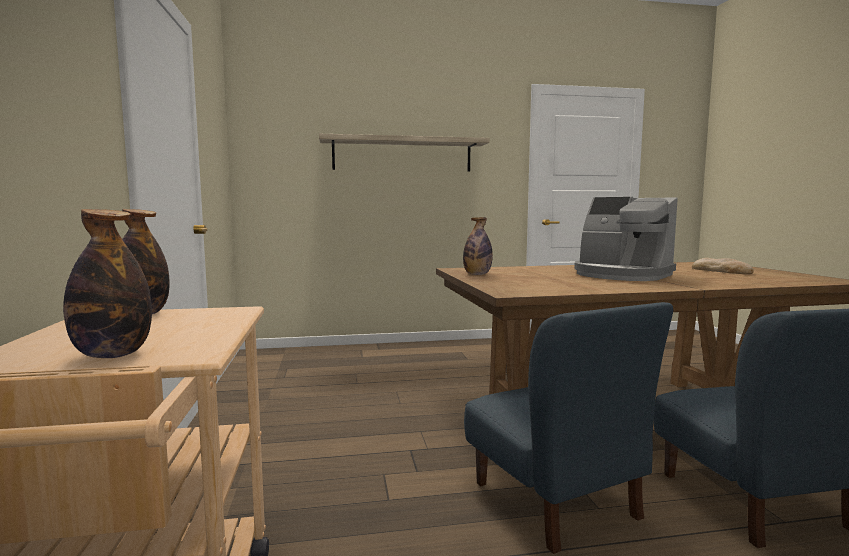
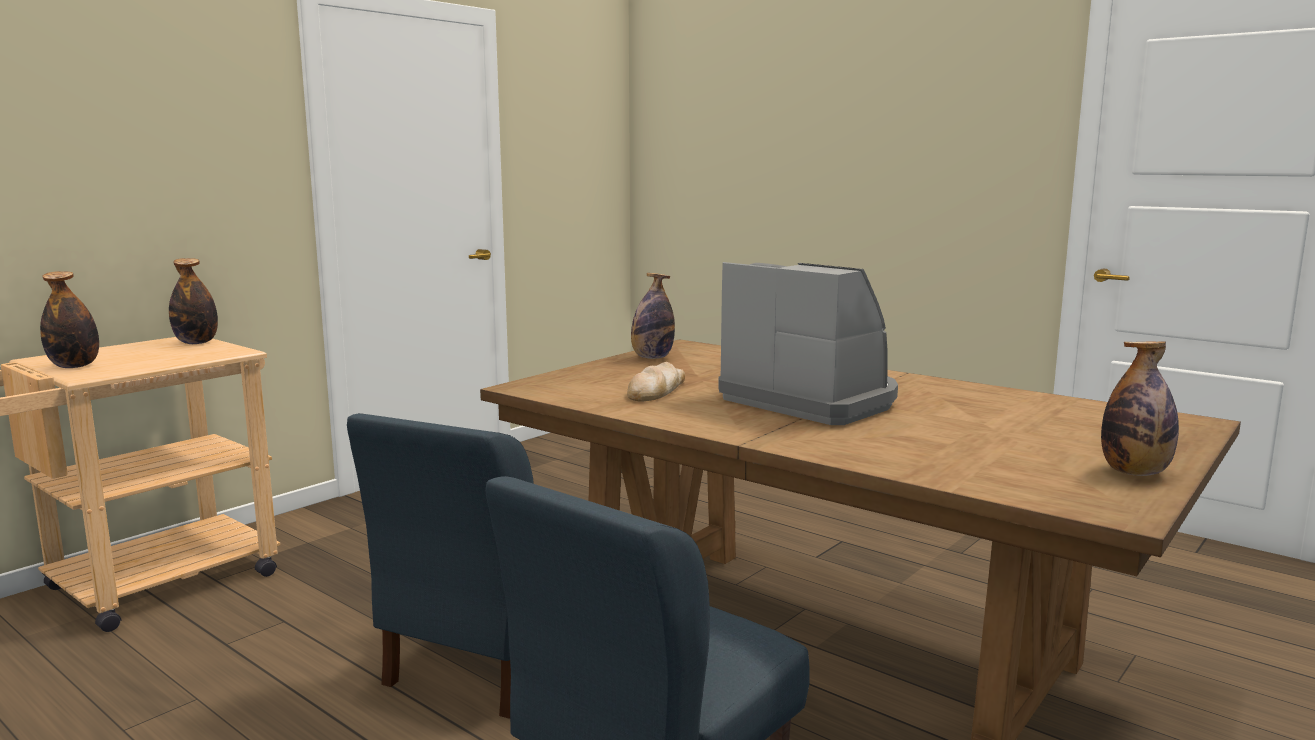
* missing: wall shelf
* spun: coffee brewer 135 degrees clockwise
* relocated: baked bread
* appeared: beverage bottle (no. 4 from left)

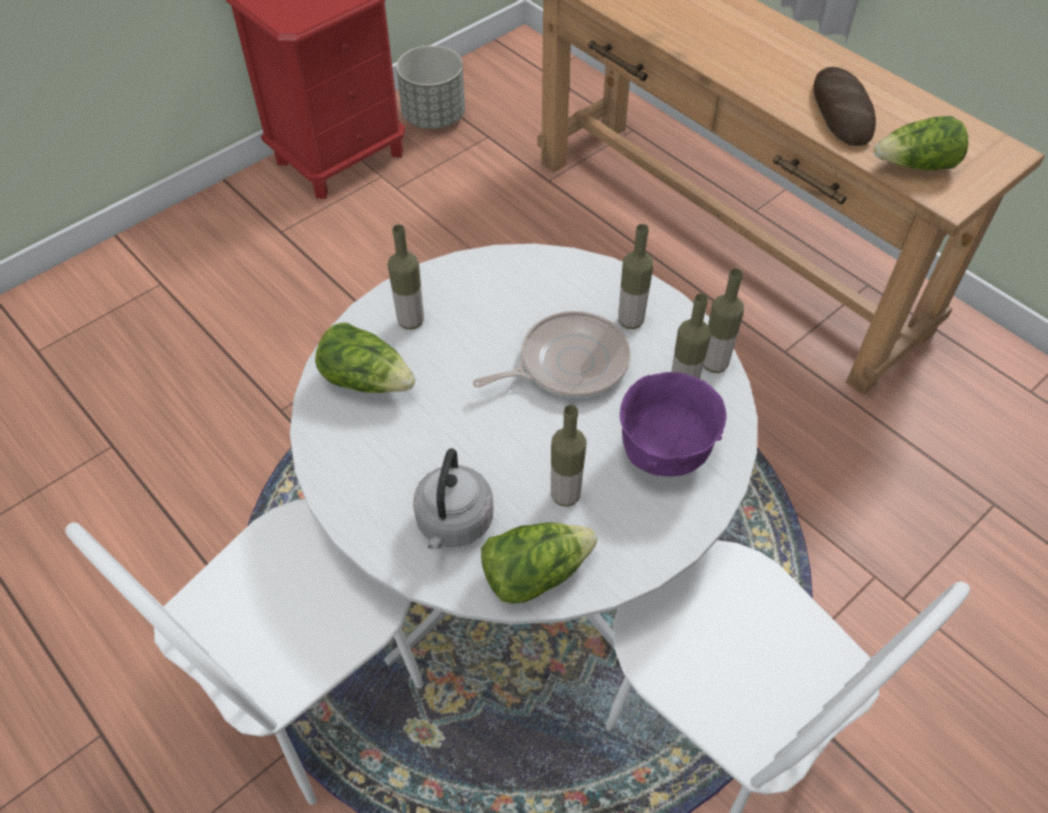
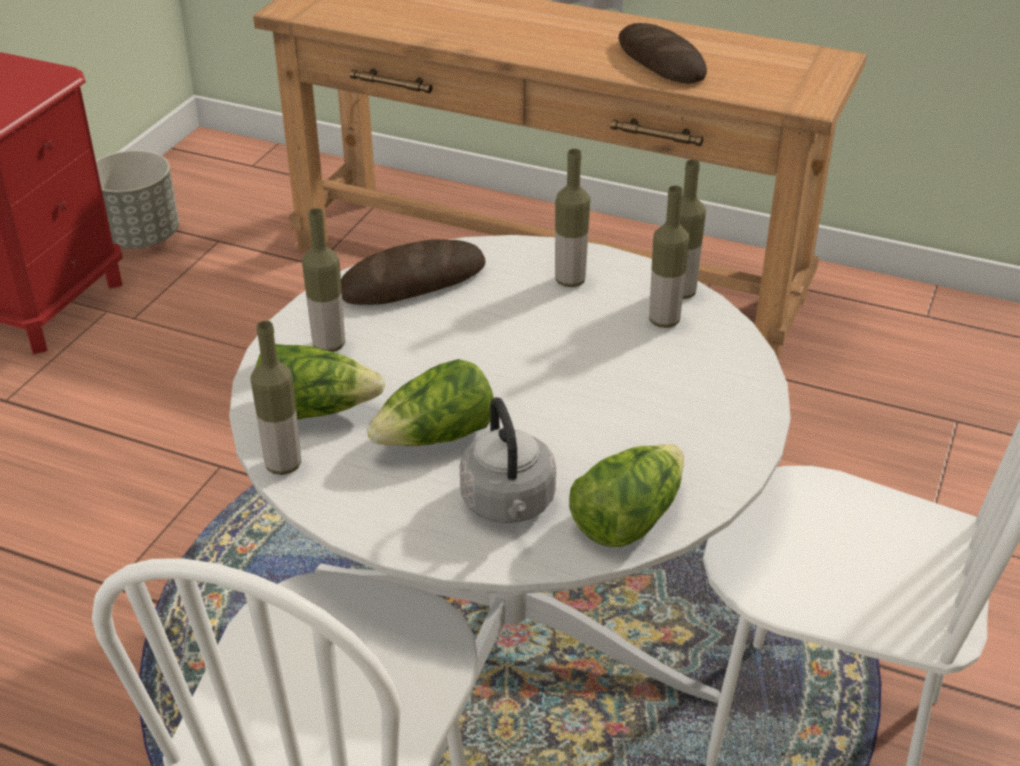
* missing: skillet
* relocated: beverage bottle (no. 2 from left in the first image) to beverage bottle (no. 1 from left)
* missing: serving bowl (purple)
* relocated: lettuce (no. 3 from left in the first image) to lettuce (no. 2 from left)
* appeared: baked bread (no. 1 from left)

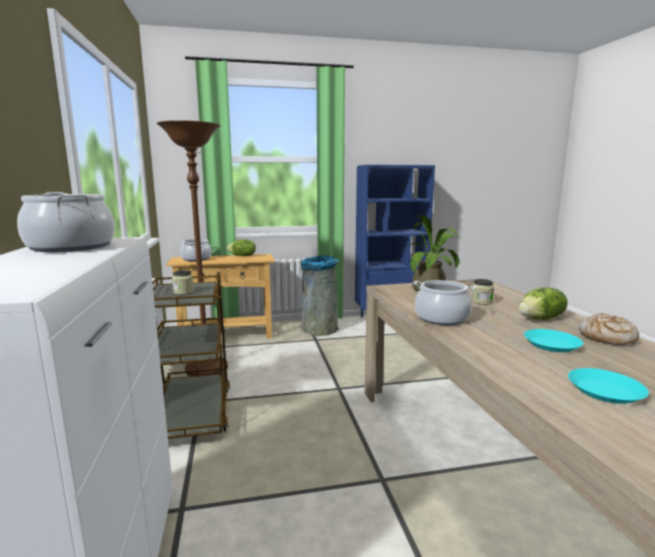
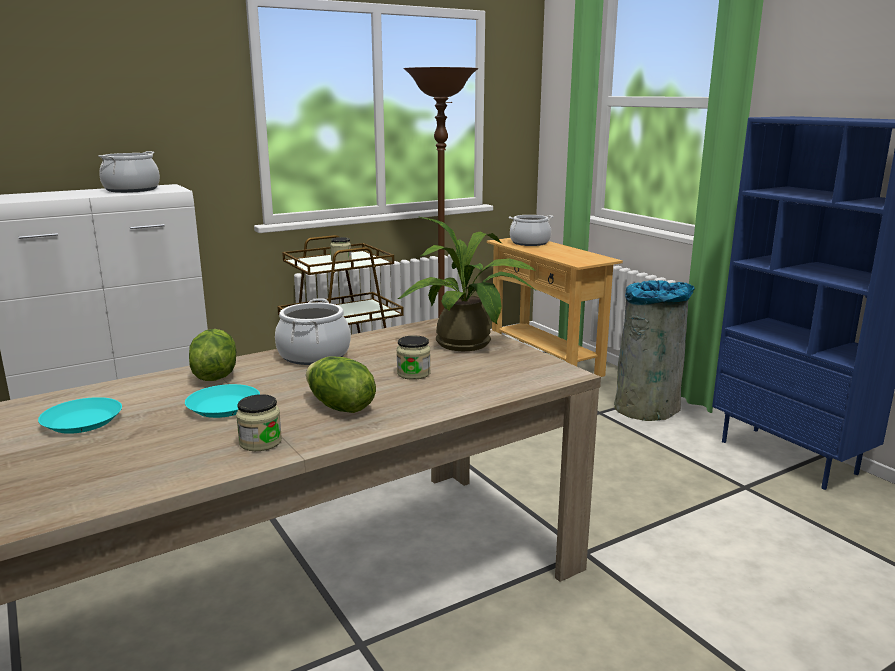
* relocated: lettuce (no. 1 from left)
* exchanged: baked bread to storage jar (no. 1 from left)

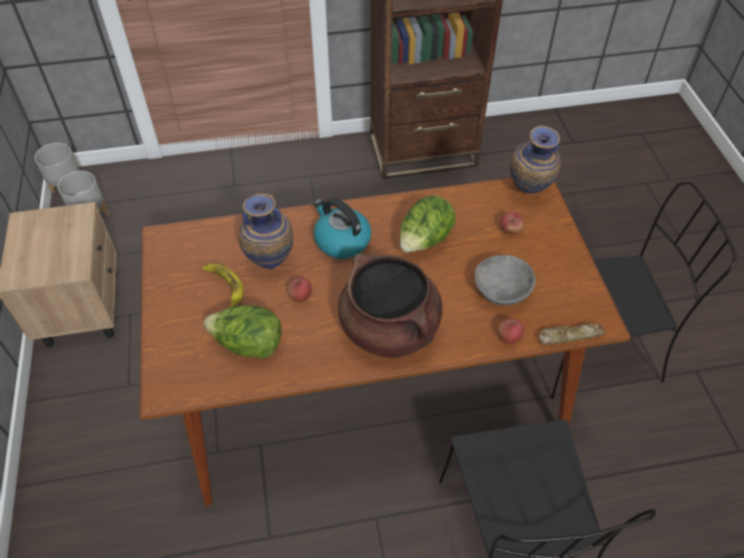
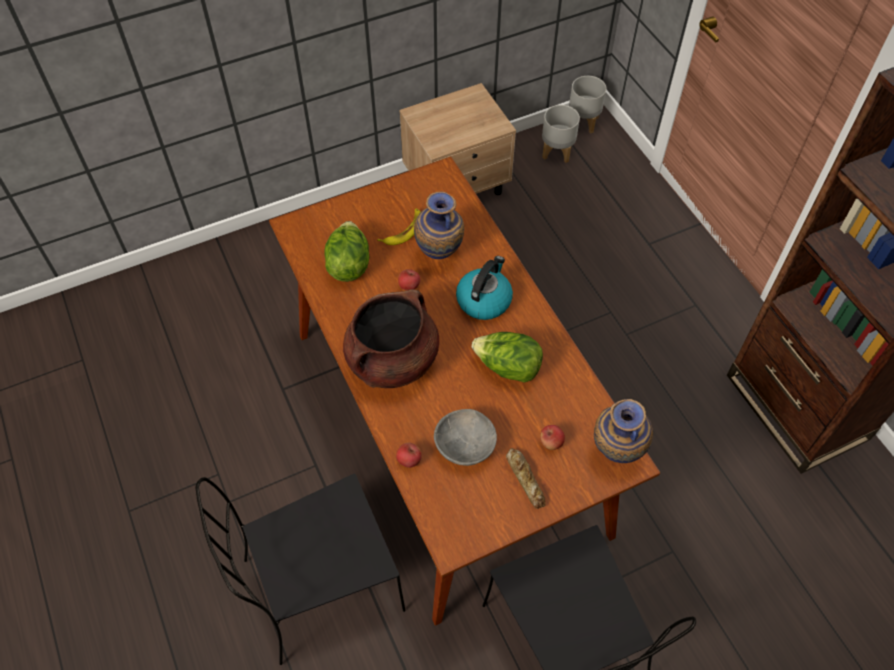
* relocated: baked bread

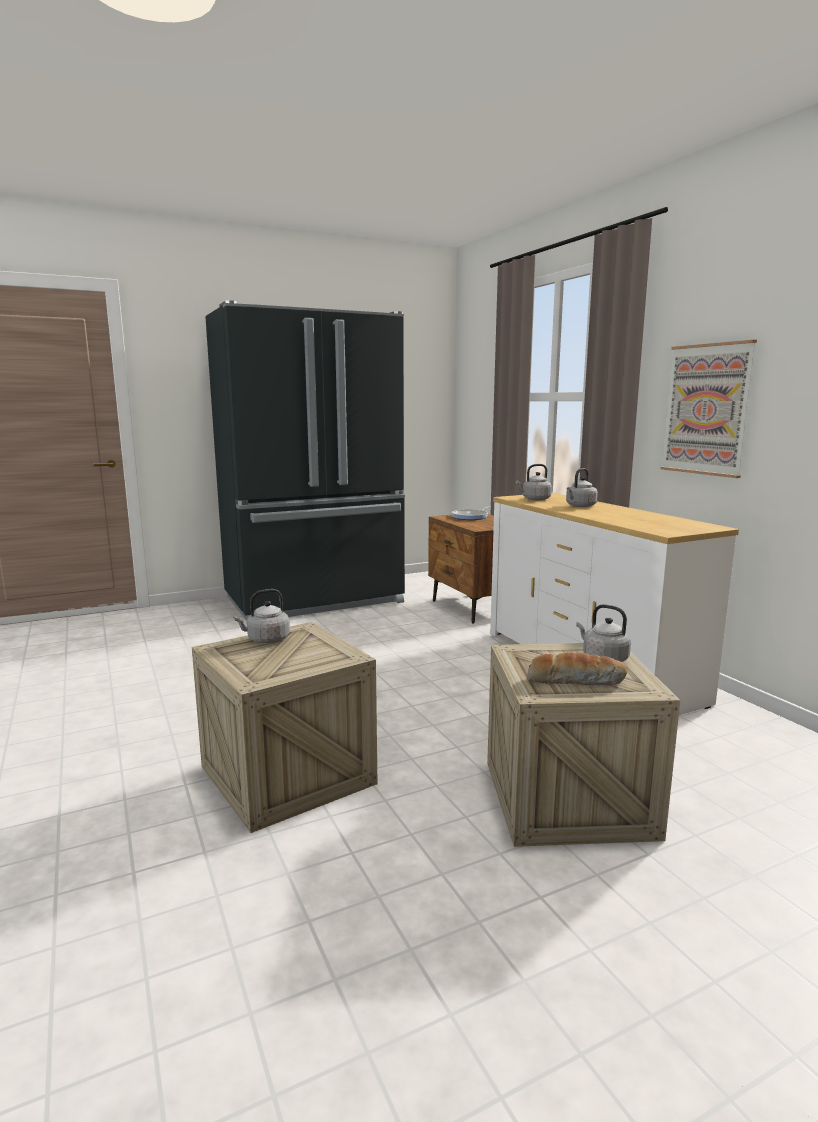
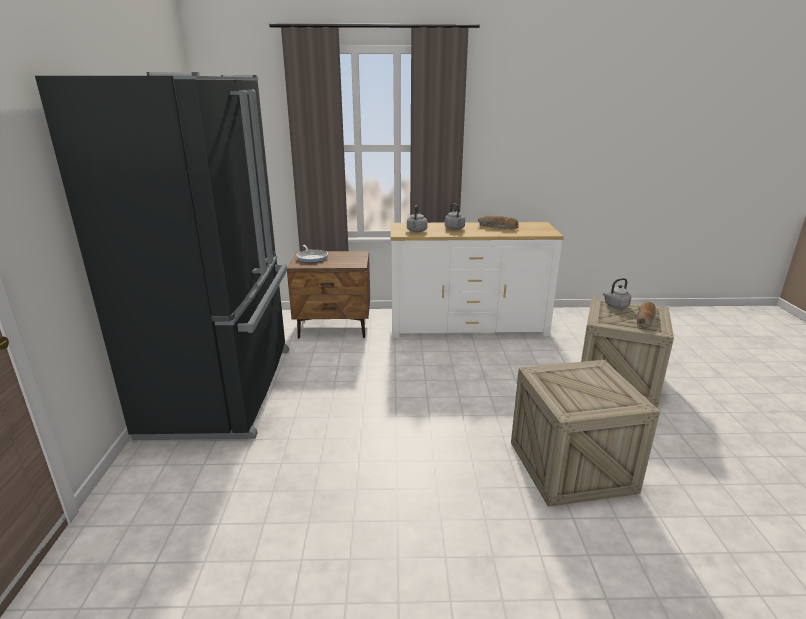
* missing: kettle (greyish) (no. 1 from left)
* missing: wall art
* appeared: baked bread (no. 1 from left)

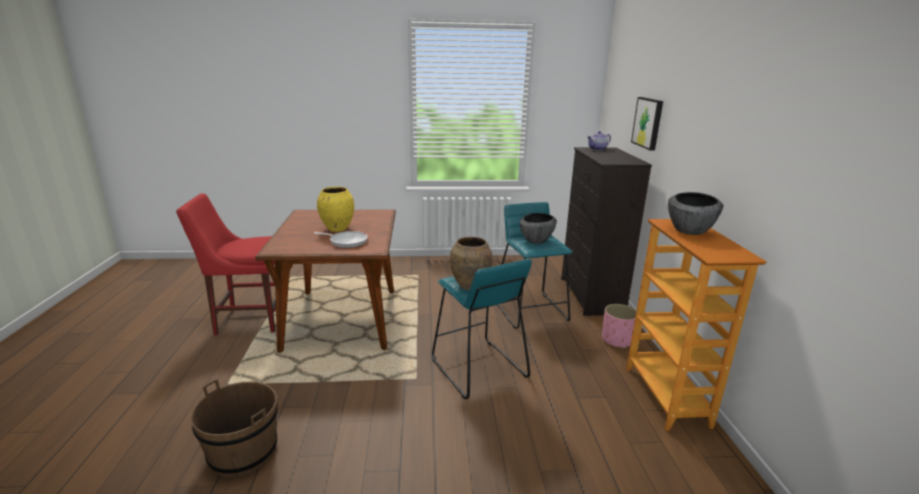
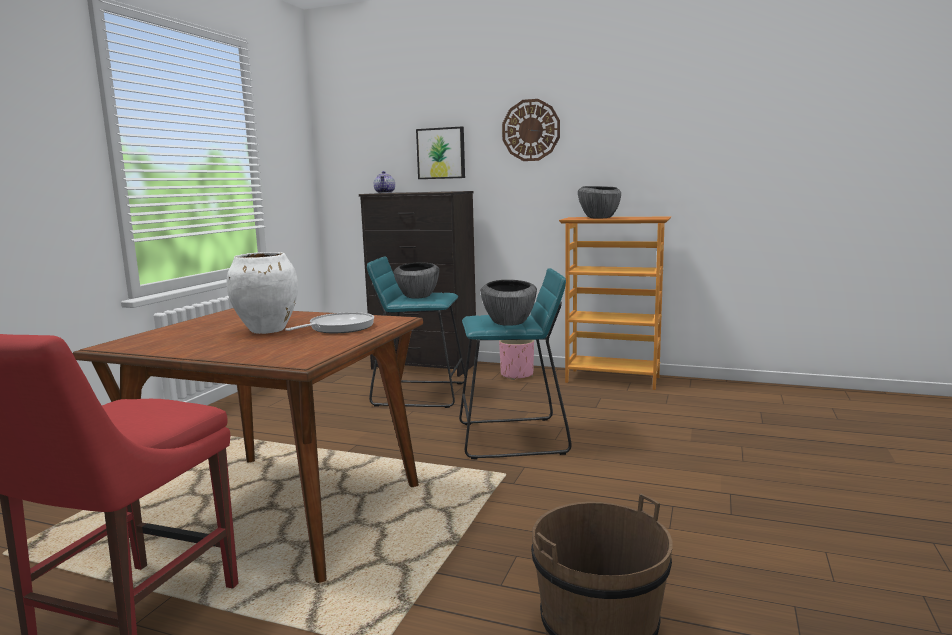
* colour: vase (yellow) to vase (white-coloured)
* exchanged: vase (brown) to serving bowl (no. 2 from left)
* appeared: hanging clock

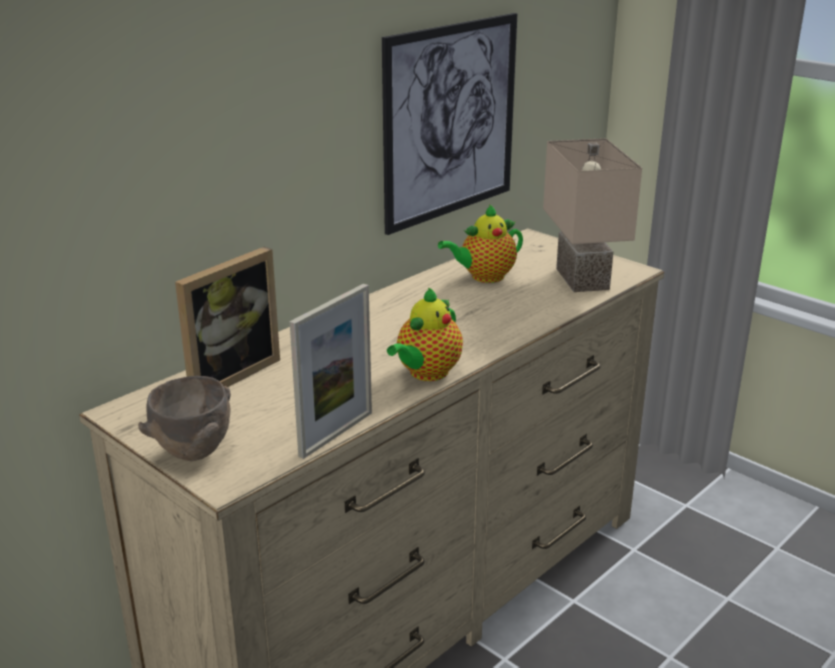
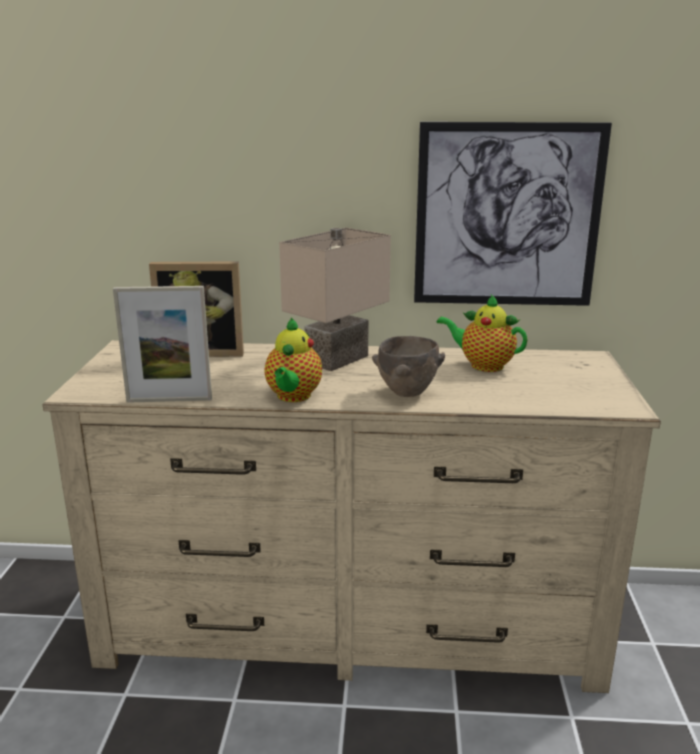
* relocated: serving bowl (brown)
* spun: tea pot (no. 1 from left) 75 degrees counterclockwise
* relocated: tabletop lamp (sand-coloured)

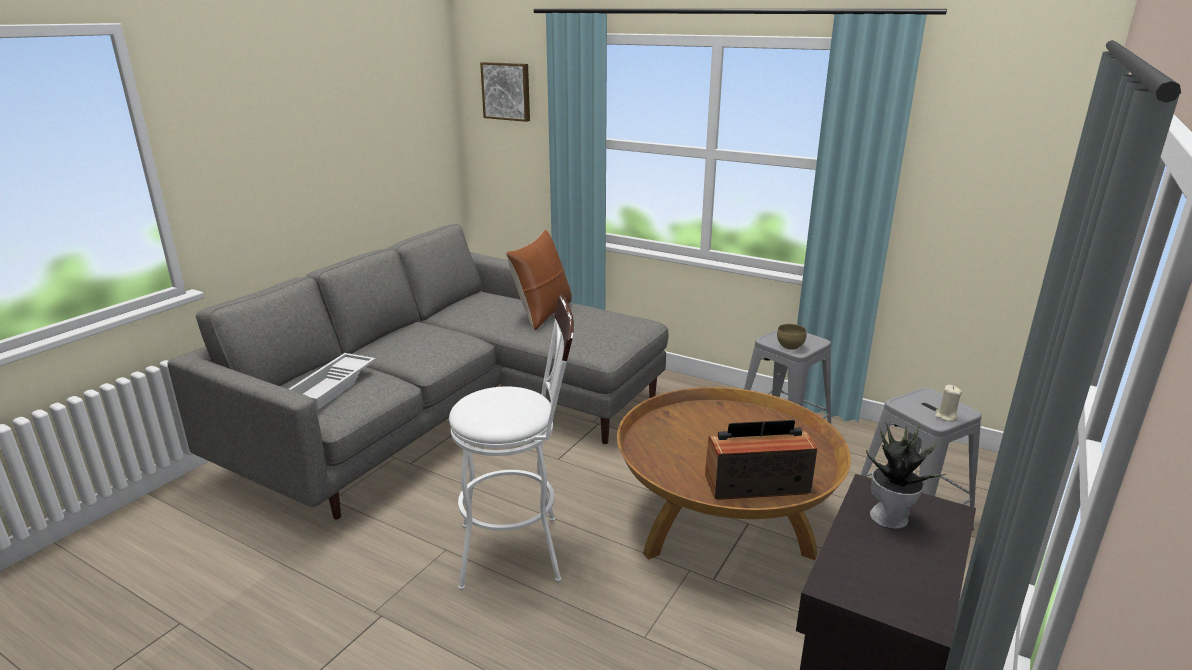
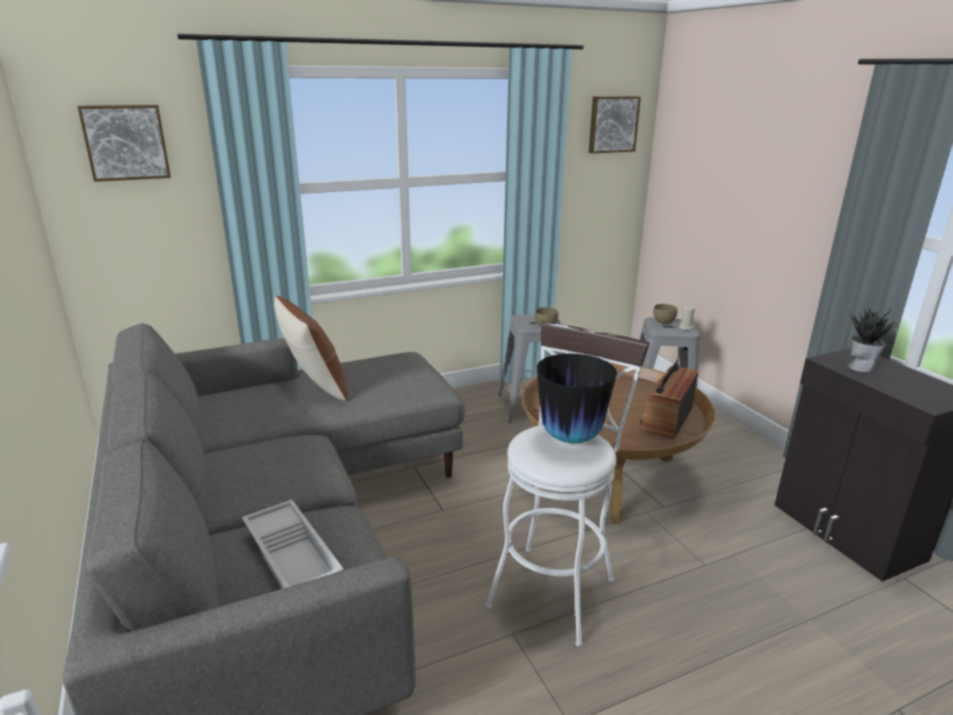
* appeared: vase
* appeared: wall art (no. 2 from left)
* appeared: serving bowl (brown) (no. 2 from left)

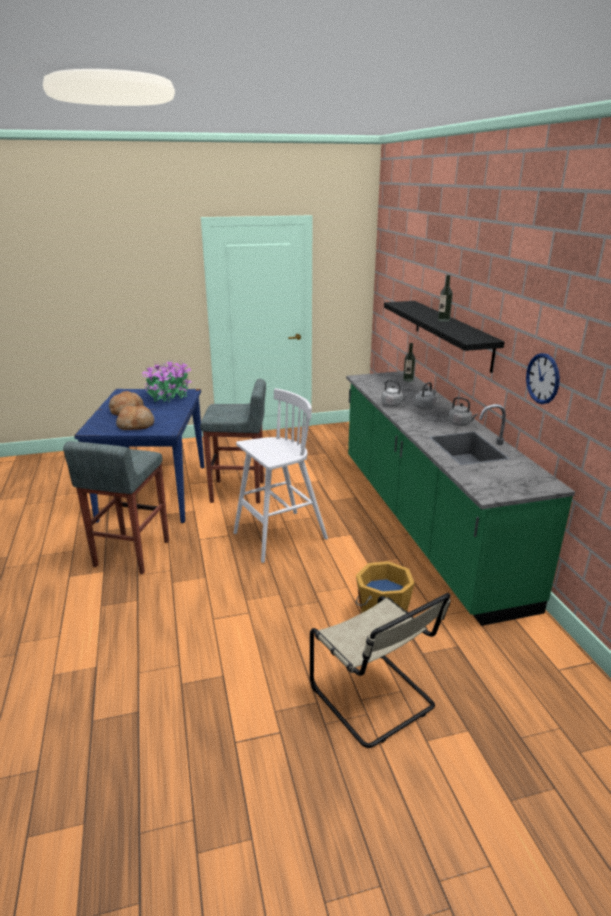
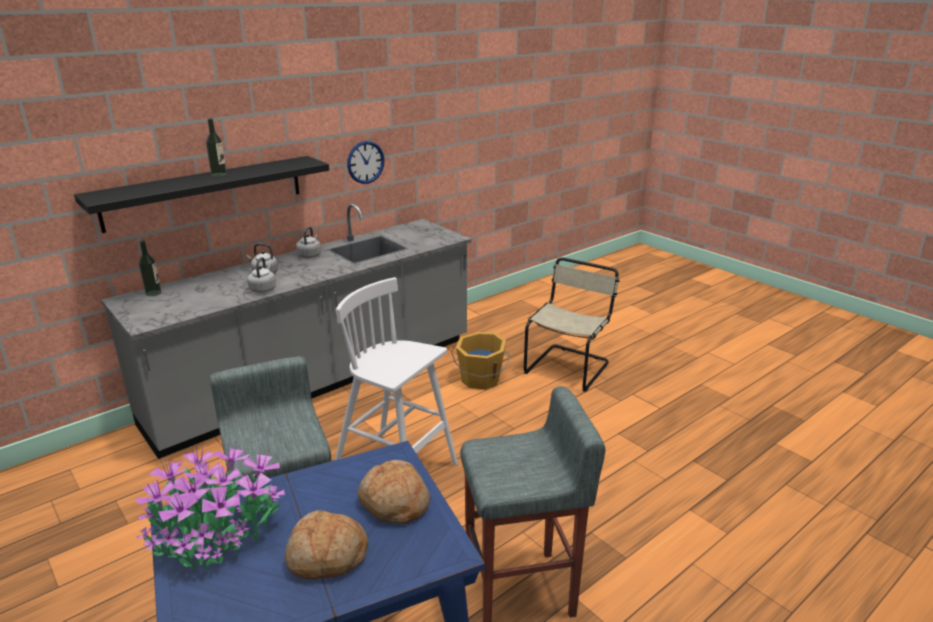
* colour: kitchen base unit (greenish) to kitchen base unit (greyish)

